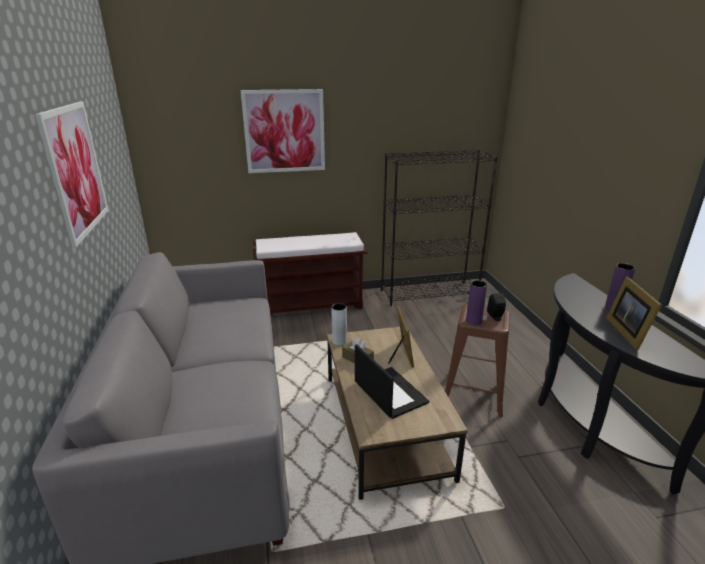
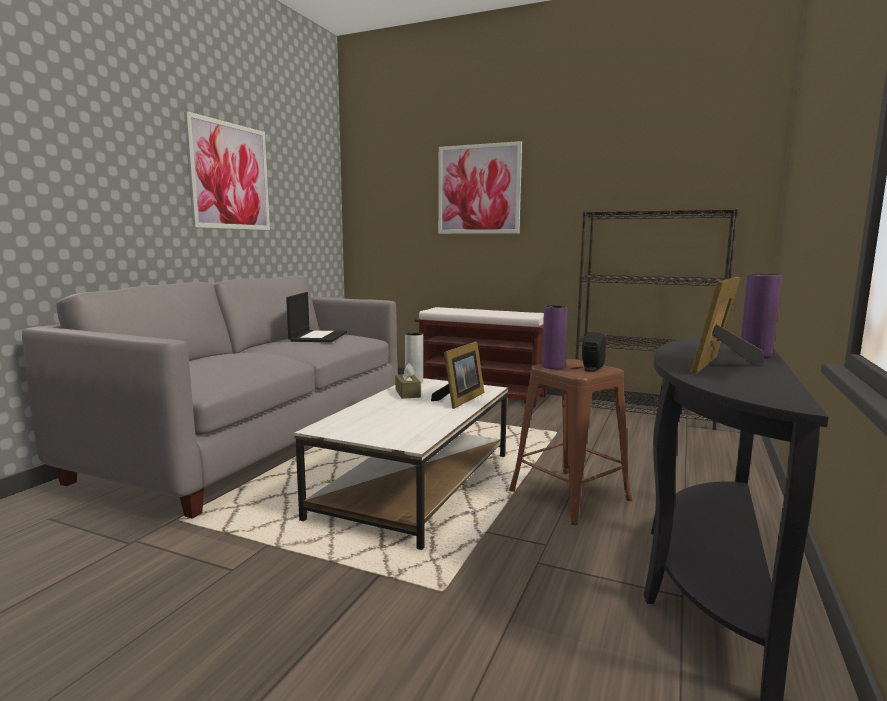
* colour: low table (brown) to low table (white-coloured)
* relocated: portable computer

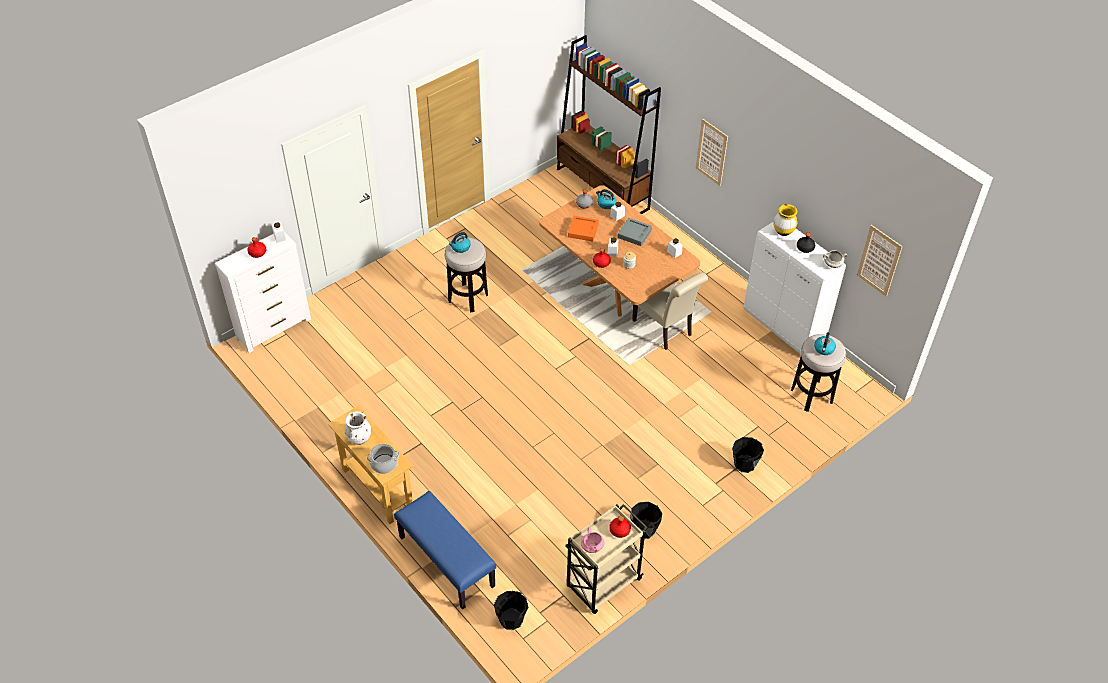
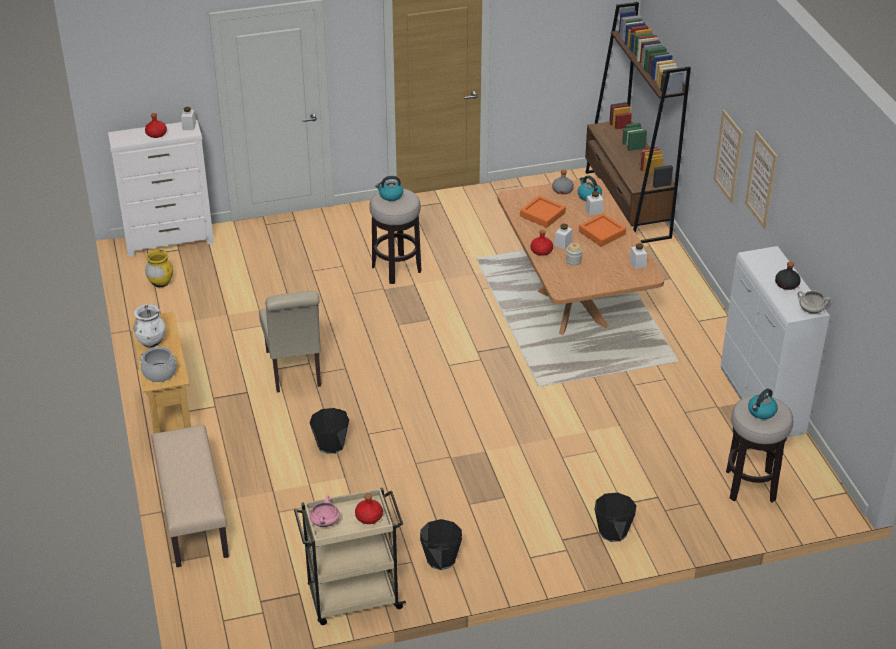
* colour: indoor bench (blue-coloured) to indoor bench (sand-coloured)
* relocated: water bucket (black) (no. 1 from left)
* colour: tray (greyish) to tray (orangey) (no. 2 from left)
* relocated: chair (sand-coloured)
* relocated: vase (yellow)
* relocated: wall art (no. 2 from left)

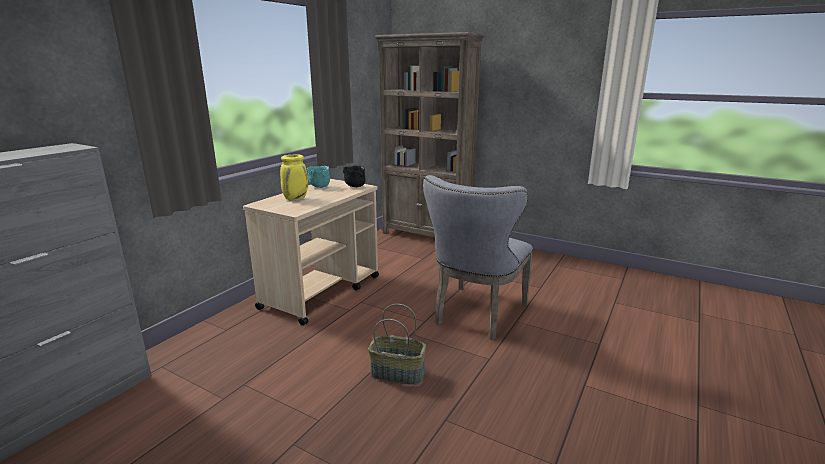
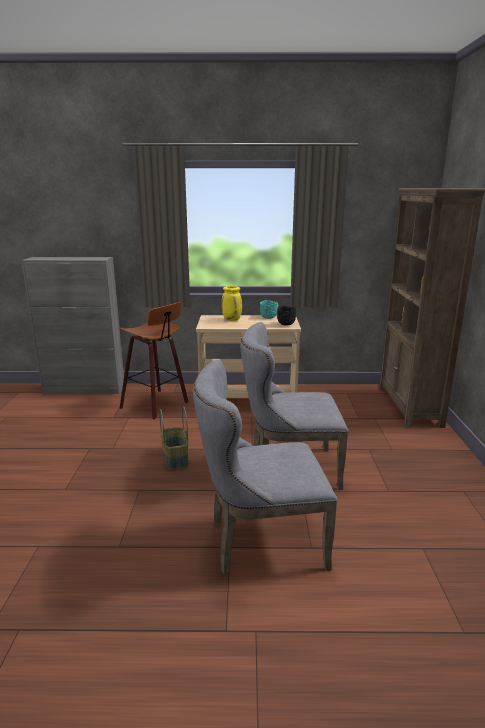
* appeared: sitting stool
* appeared: chair (greyish) (no. 1 from left)

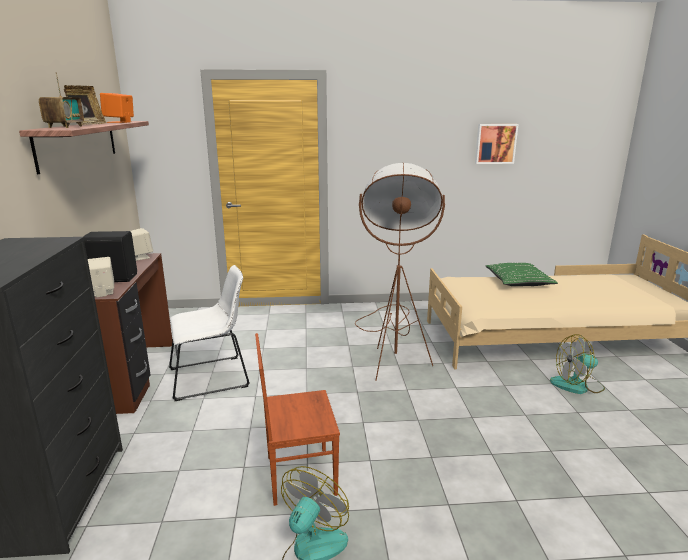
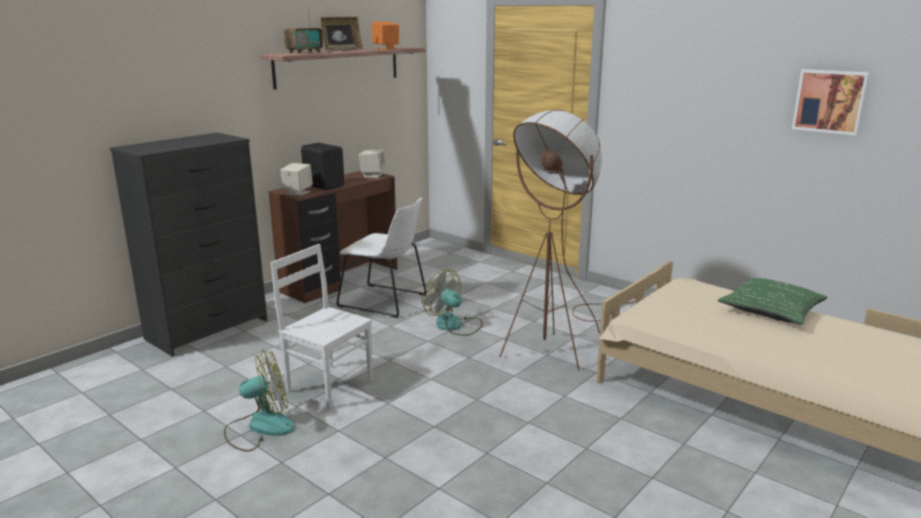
* colour: chair (brown) to chair (white-coloured) (no. 1 from left)
* relocated: cooling fan (no. 2 from left)

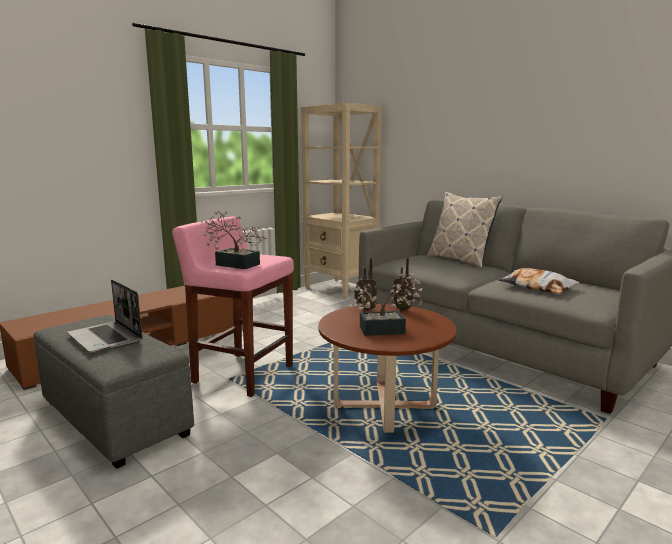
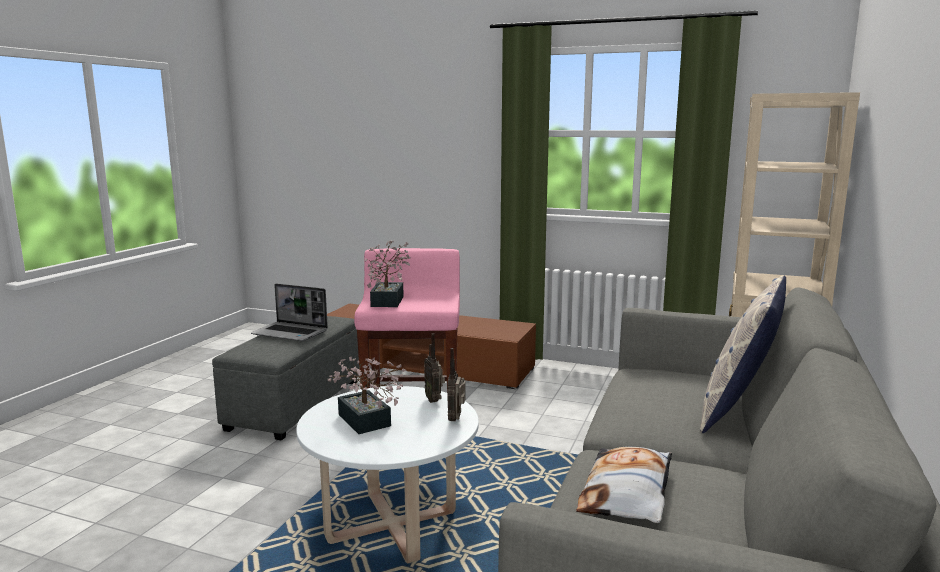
* spun: portable computer 90 degrees counterclockwise
* colour: low table (brown) to low table (white-coloured)

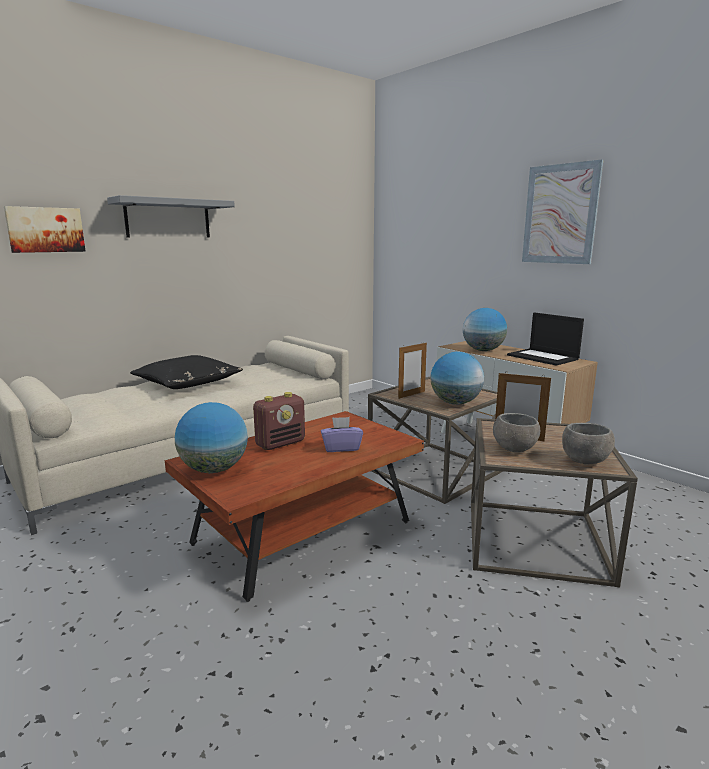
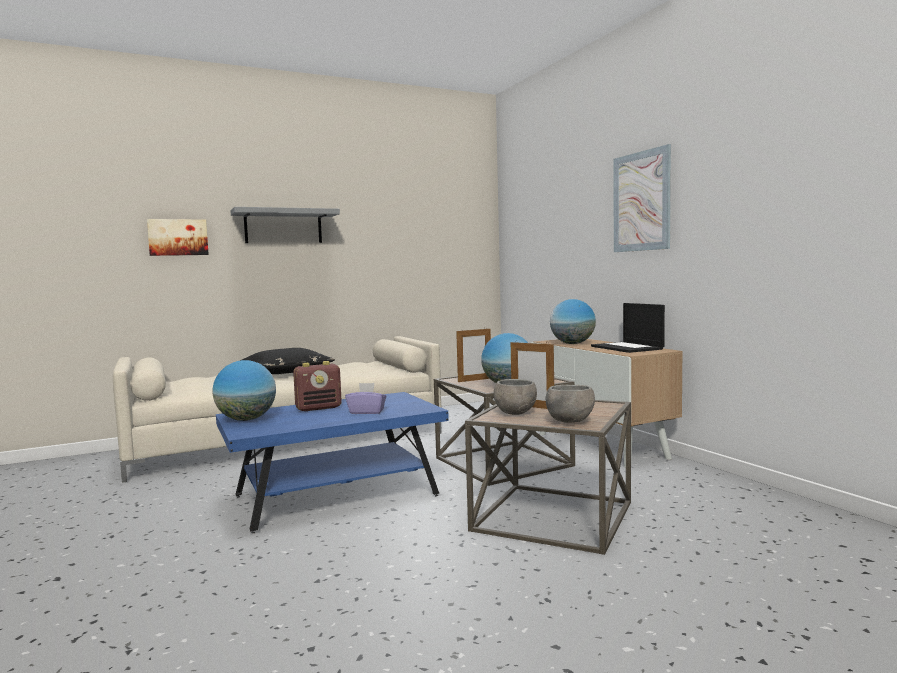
* colour: low table (brown) to low table (blue-coloured)

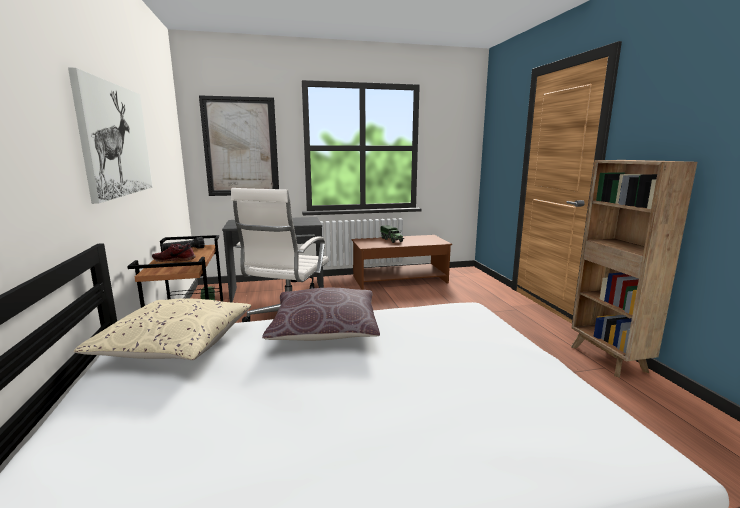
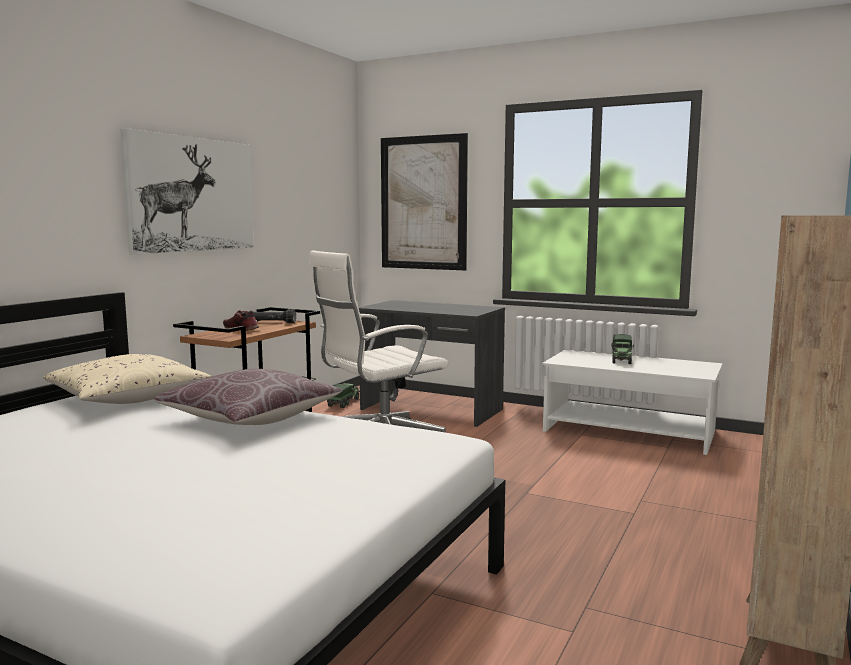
* colour: low table (brown) to low table (white-coloured)

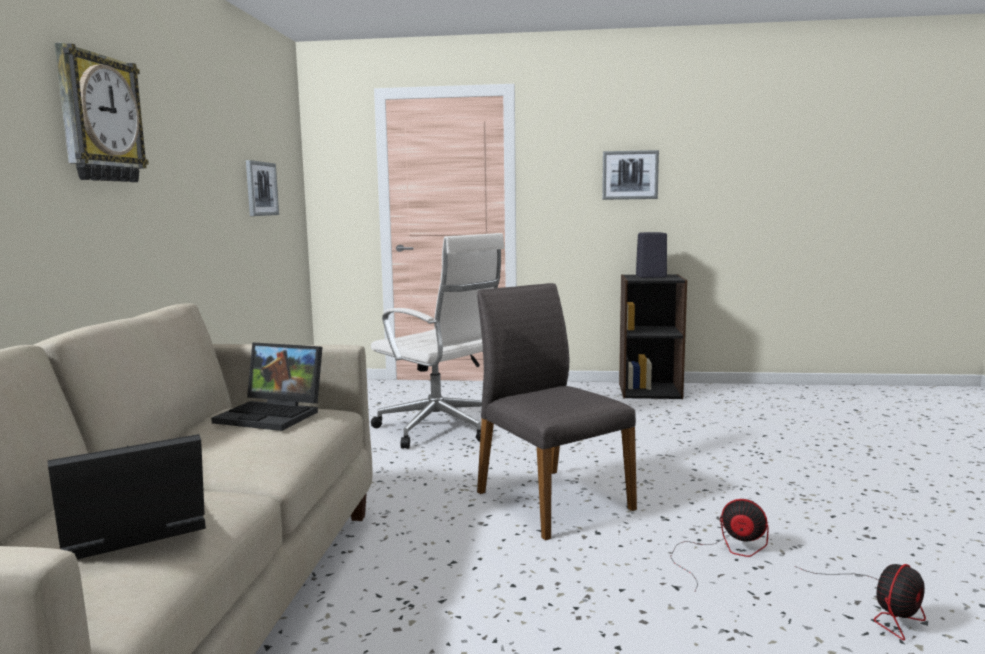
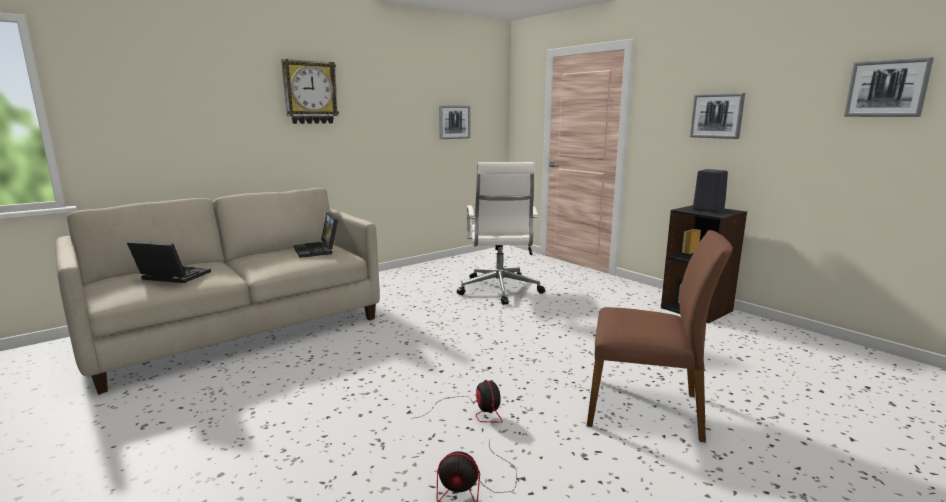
* missing: chair (greyish)
* appeared: chair (brown)
* appeared: wall art (no. 3 from left)

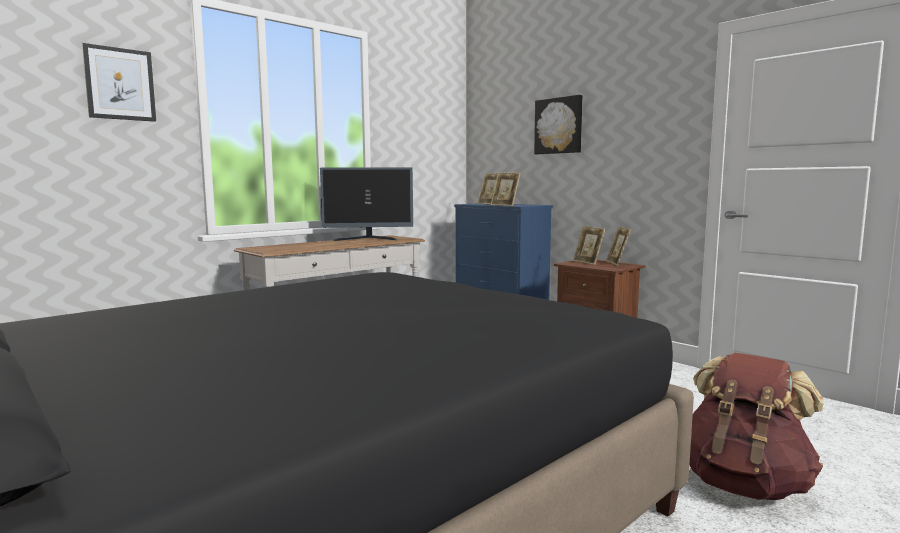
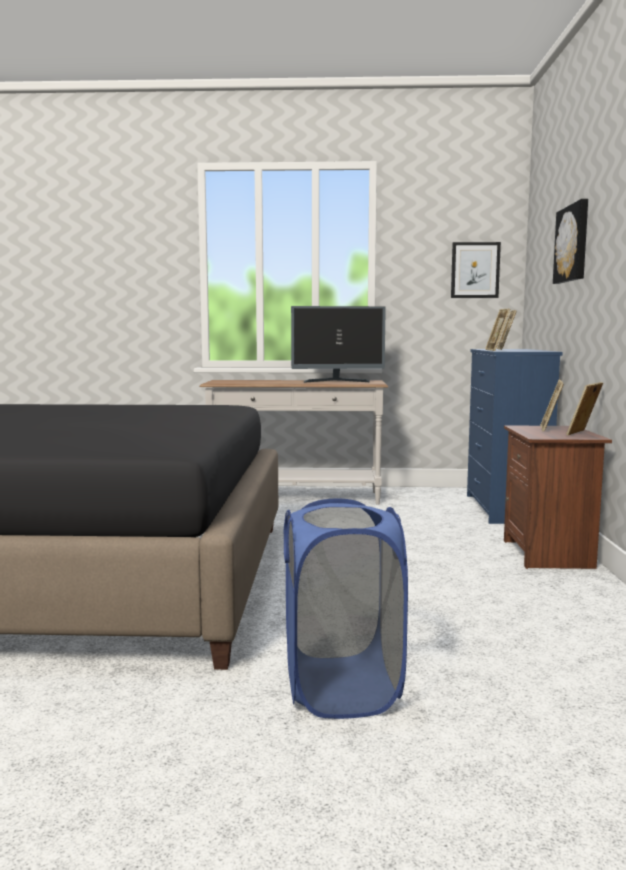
* relocated: wall art (no. 1 from left)
* spun: computer display 45 degrees counterclockwise
* exchanged: knapsack (brown) to hamper (blue-coloured)

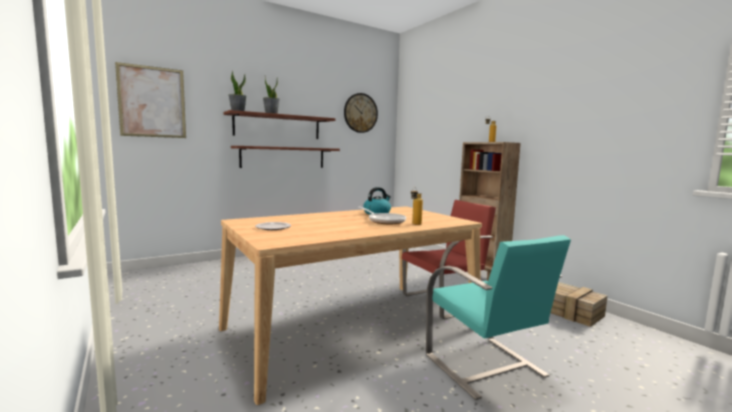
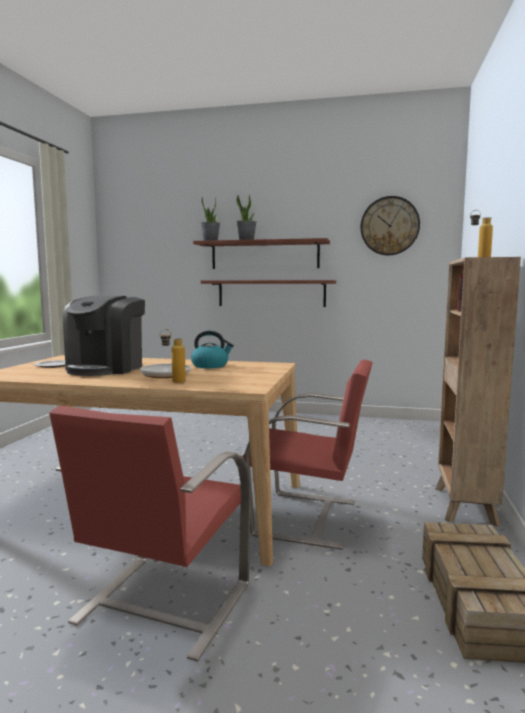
* missing: wall art
* colour: chair (turquoise-coloured) to chair (reddish) (no. 1 from left)
* appeared: coffee brewer

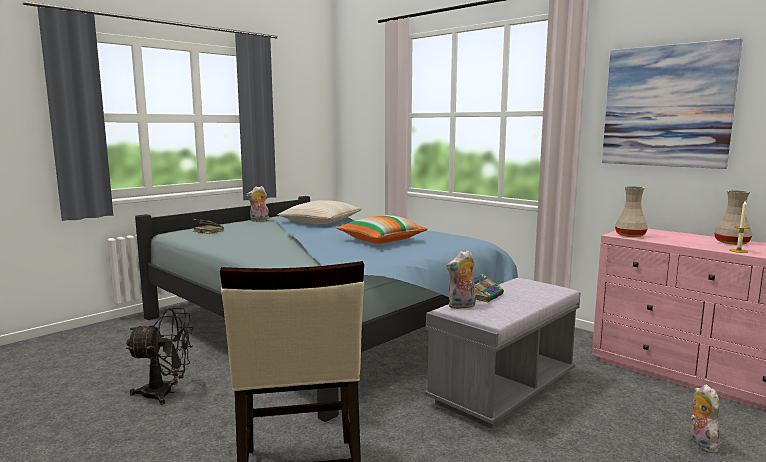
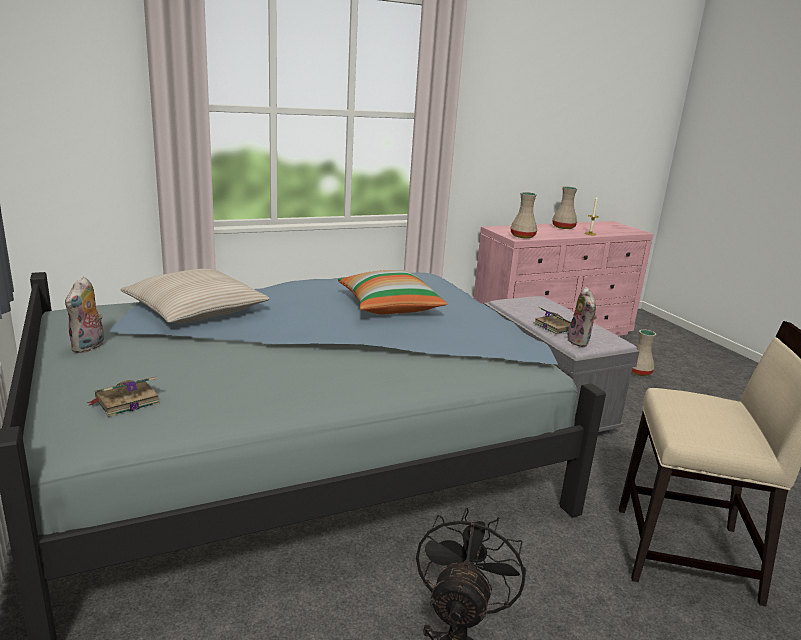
* missing: wall art
* exchanged: soft toy (no. 3 from left) to vase (sand-coloured) (no. 3 from left)

